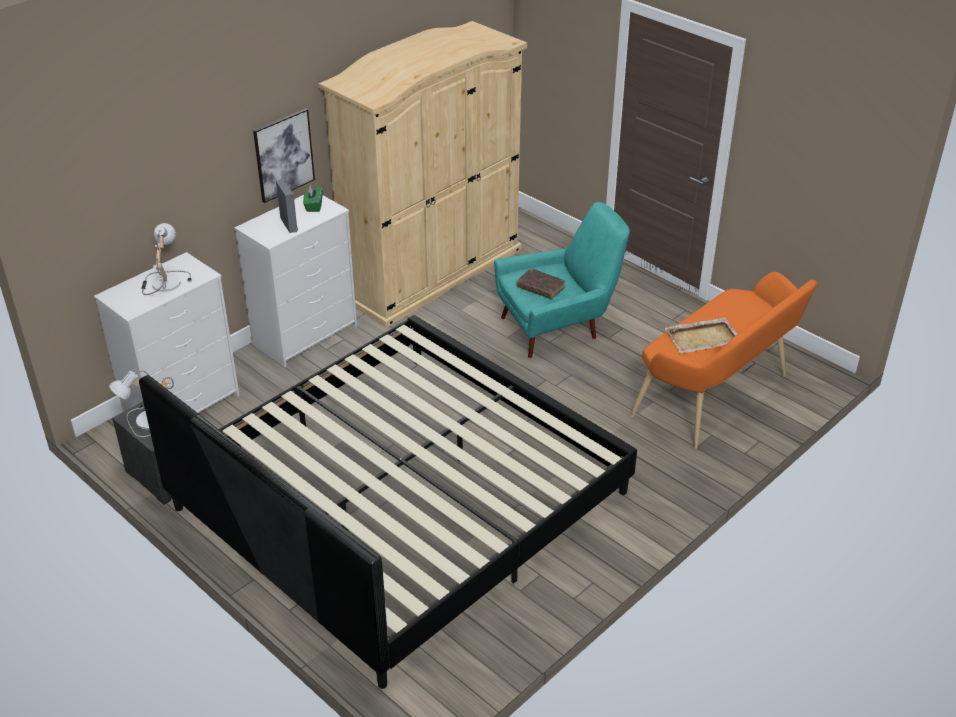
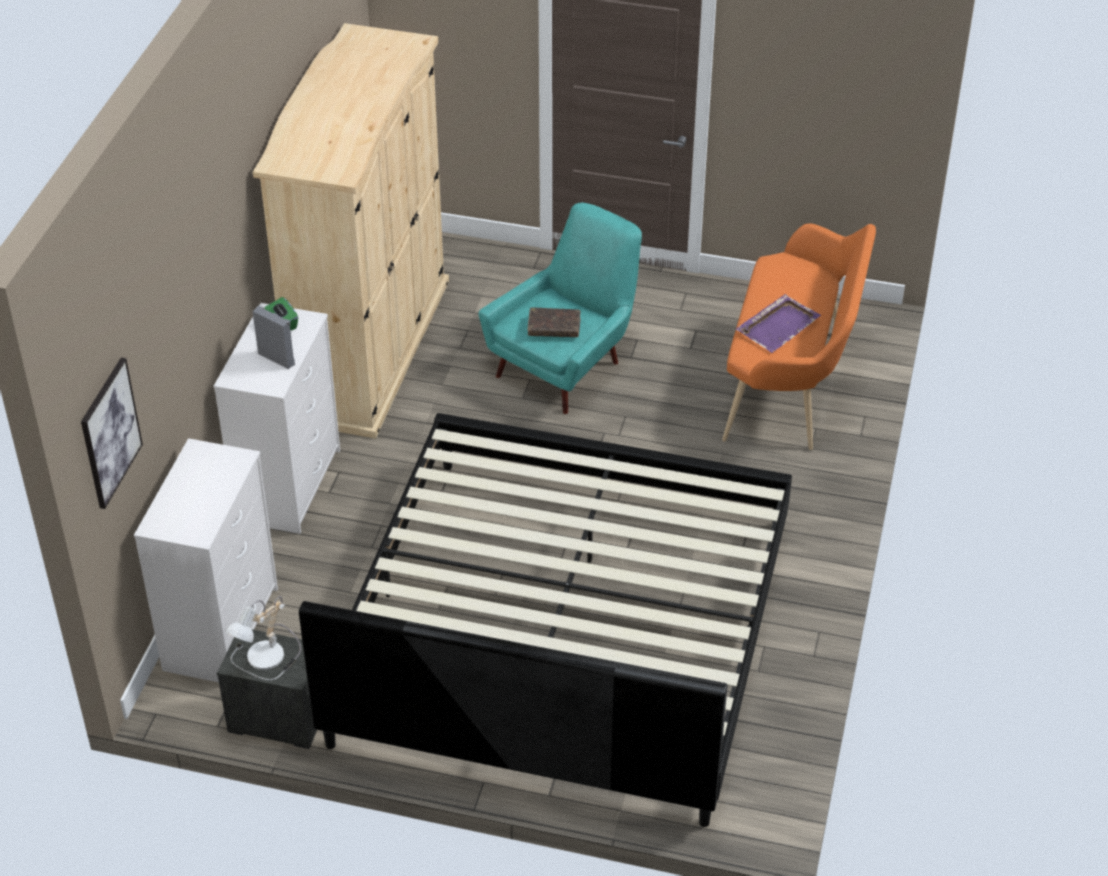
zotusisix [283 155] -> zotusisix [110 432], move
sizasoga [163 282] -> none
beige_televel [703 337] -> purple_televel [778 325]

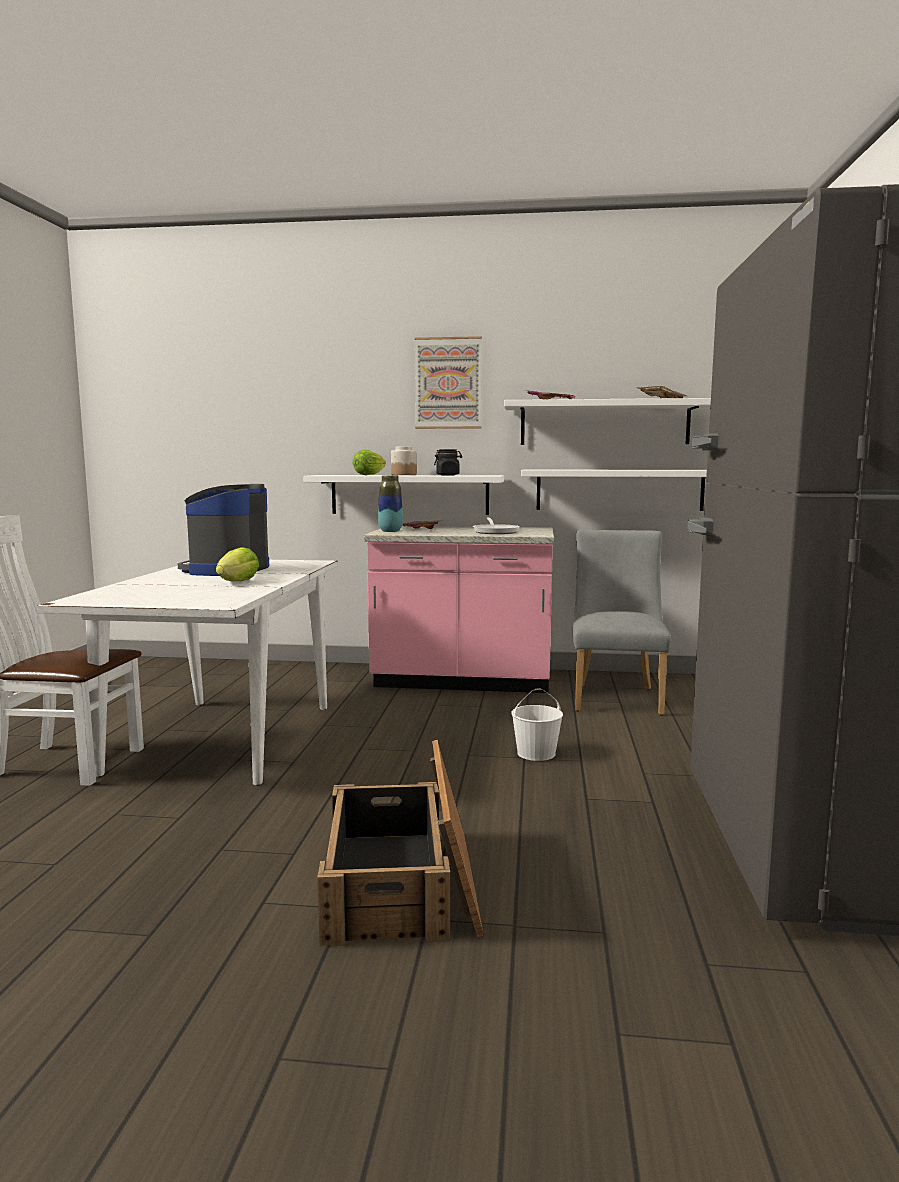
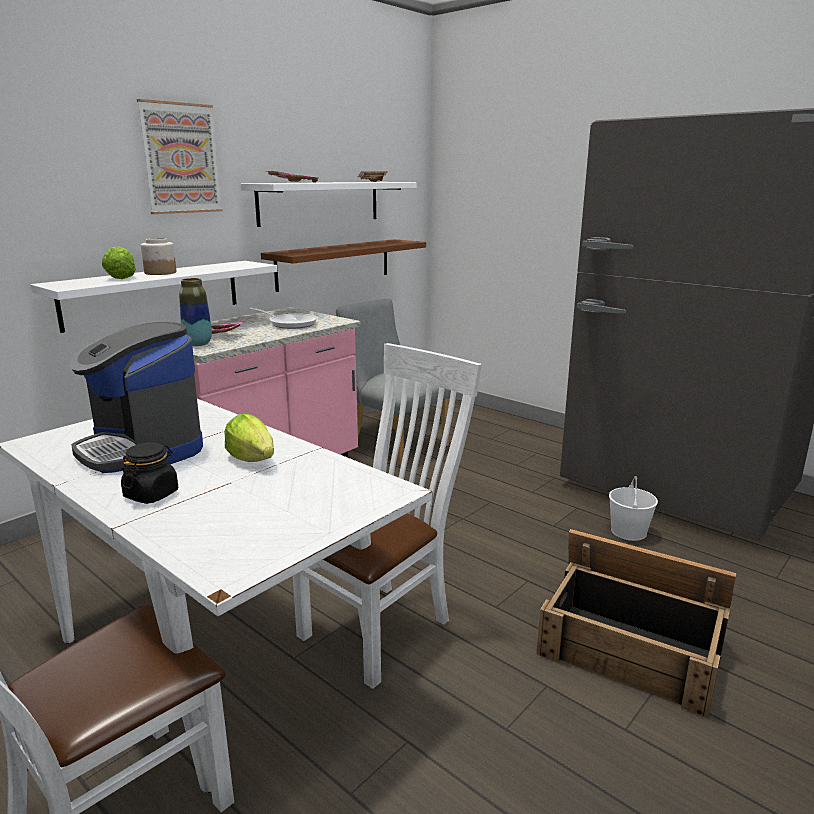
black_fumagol [448 475] -> black_fumagol [151 494], move
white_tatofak [619 489] -> brown_tatofak [334 264]
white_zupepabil [535 753] -> white_zupepabil [629 532], move
none -> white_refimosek [383 625]

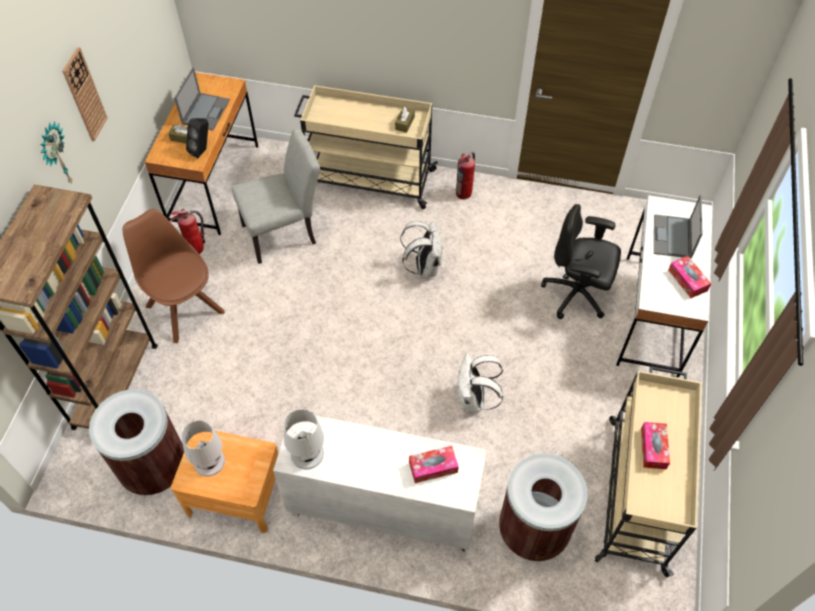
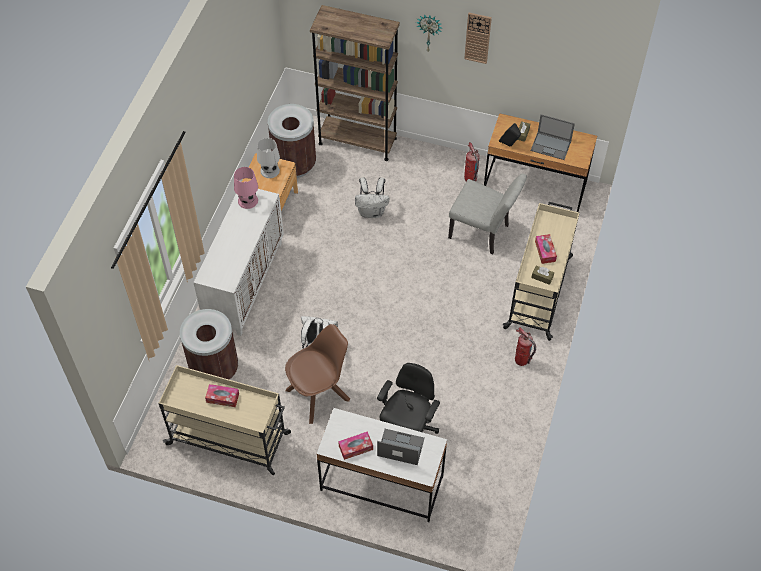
grey_refimosek [285 233] -> grey_refimosek [483 233], 45 degrees counterclockwise
brown_refimosek [184 307] -> brown_refimosek [319 394], move
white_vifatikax [424 267] -> white_vifatikax [372 211], move
white_sizasoga [307 453] -> pink_sizasoga [248 200]
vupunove [433 467] -> vupunove [545 251], move

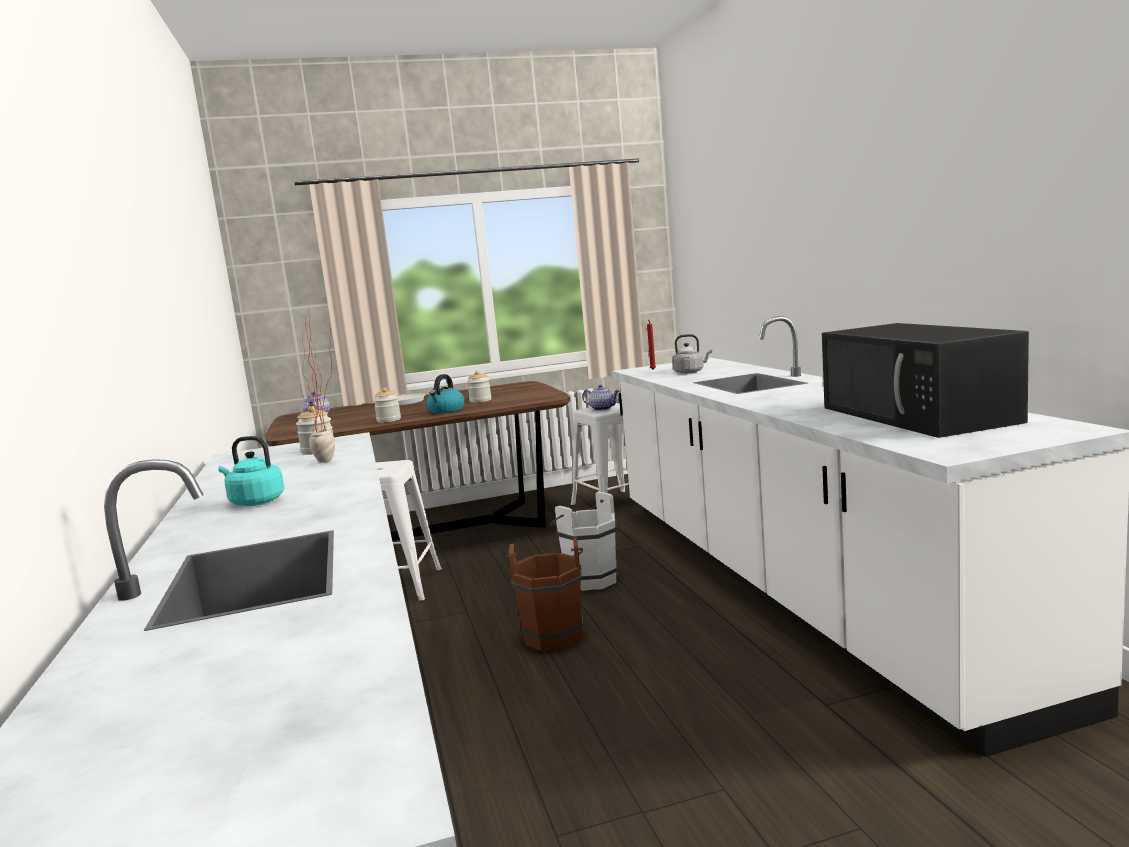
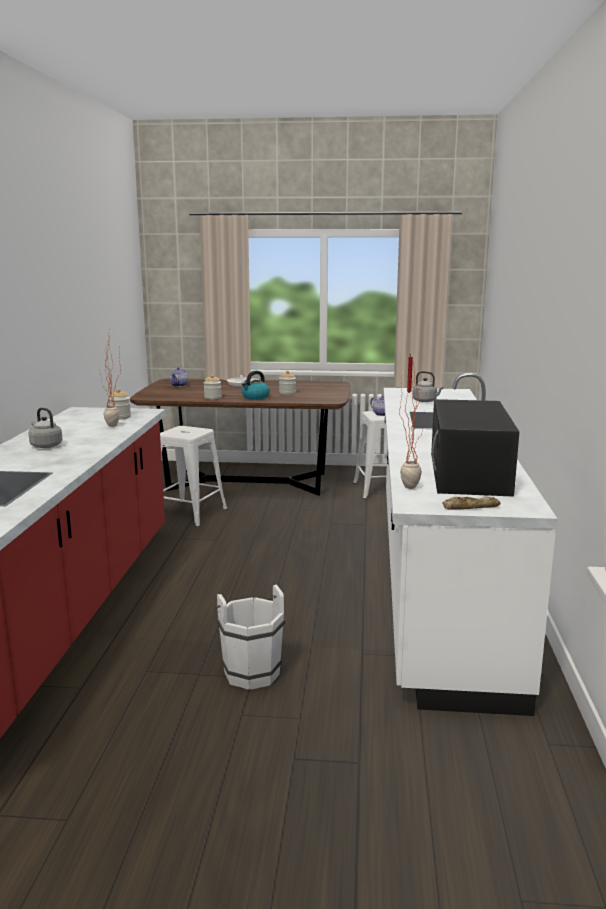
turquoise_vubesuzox [254 502] -> grey_vubesuzox [45 446]
white_zupepabil [588 579] -> white_zupepabil [250 671], move
brown_zupepabil [553 634] -> none
none -> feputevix [409 485]
none -> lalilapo [470 507]

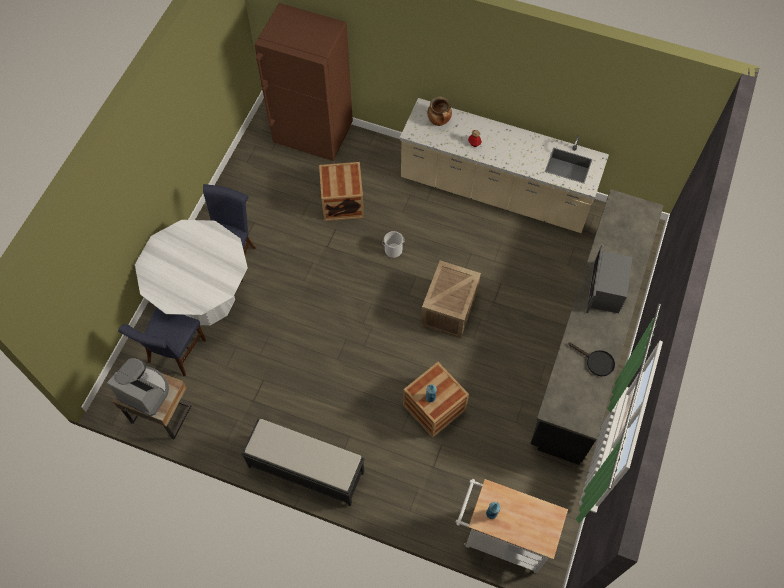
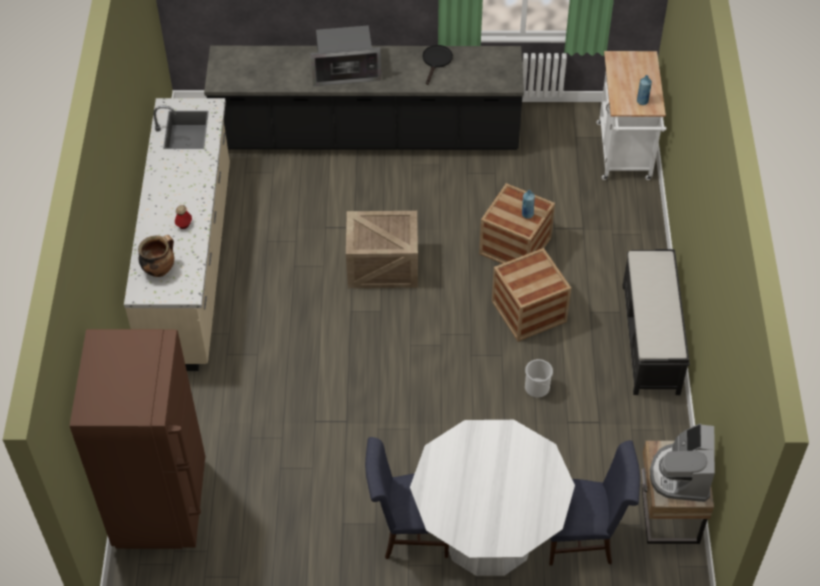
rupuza [342 202] -> rupuza [528 311], move
zupepabil [393 250] -> zupepabil [537 387], move

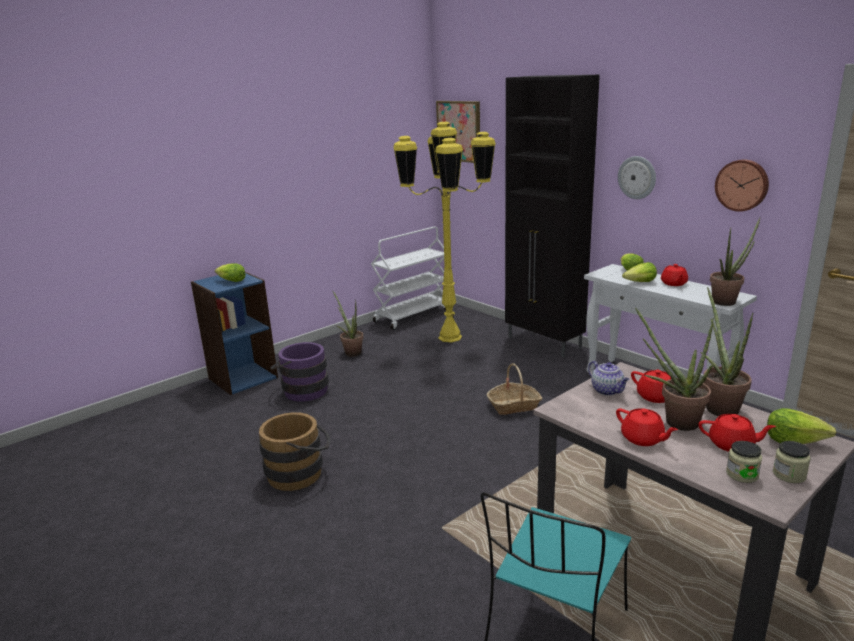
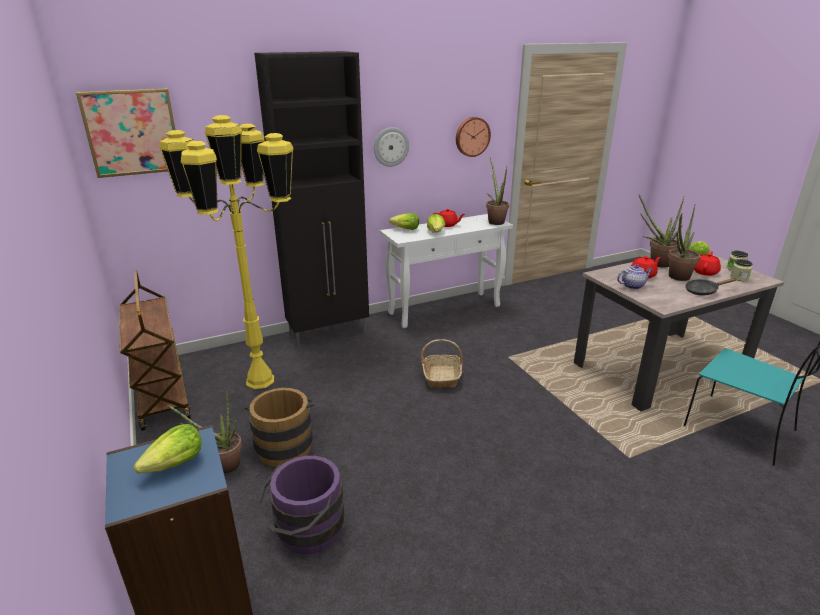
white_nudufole [412 315] -> brown_nudufole [161 395]
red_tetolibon [643 439] -> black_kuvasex [703 291]
brown_zupepabil [300 473] -> brown_zupepabil [285 445], move

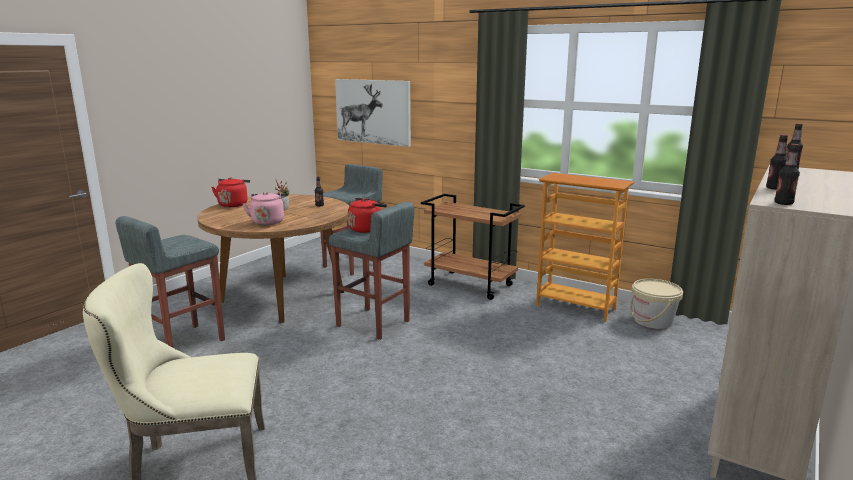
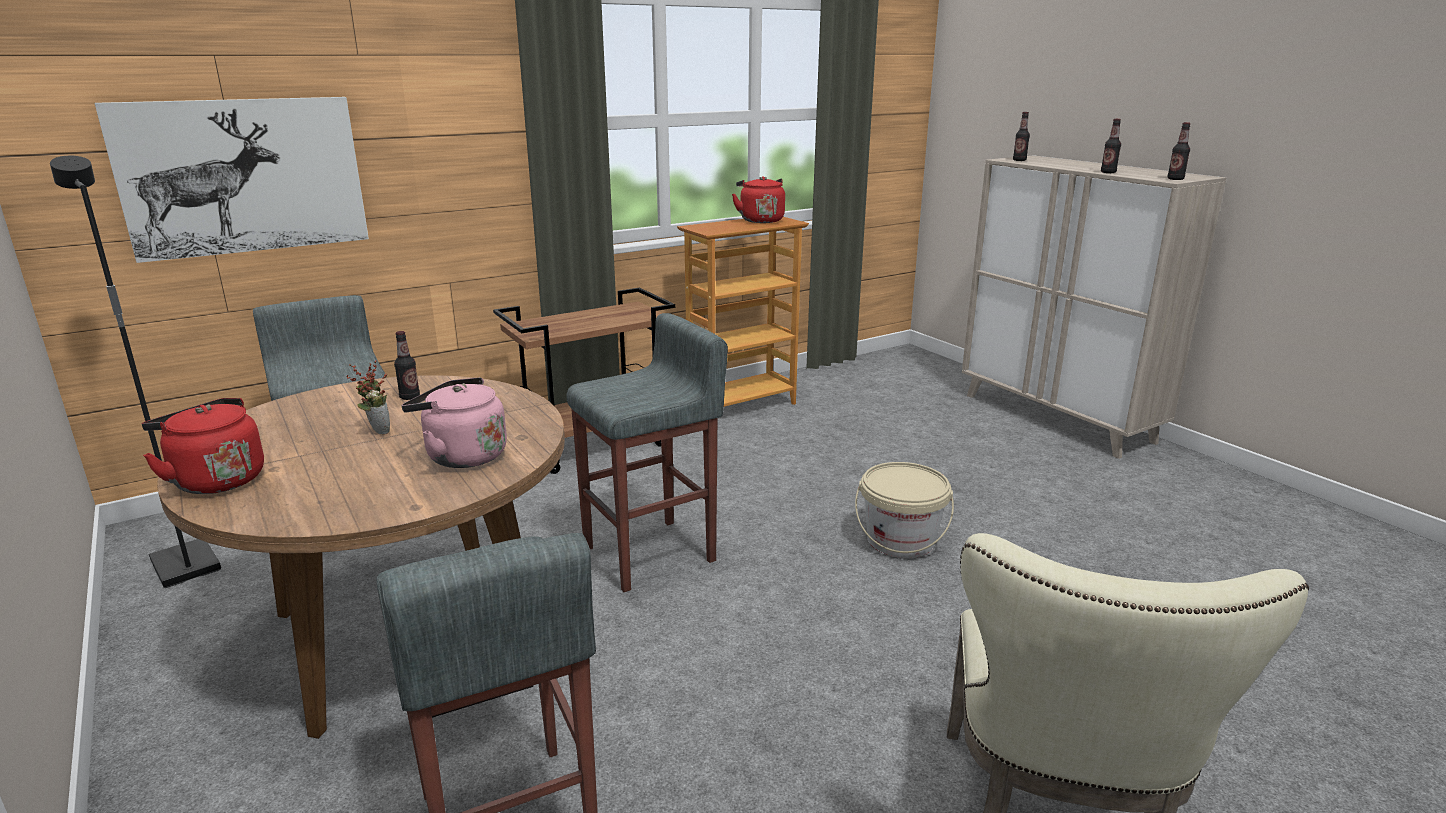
red_vubesuzox [366 229] -> red_vubesuzox [760 220], move
beige_zupepabil [653 321] -> beige_zupepabil [900 540], move
none -> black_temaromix [183 566]

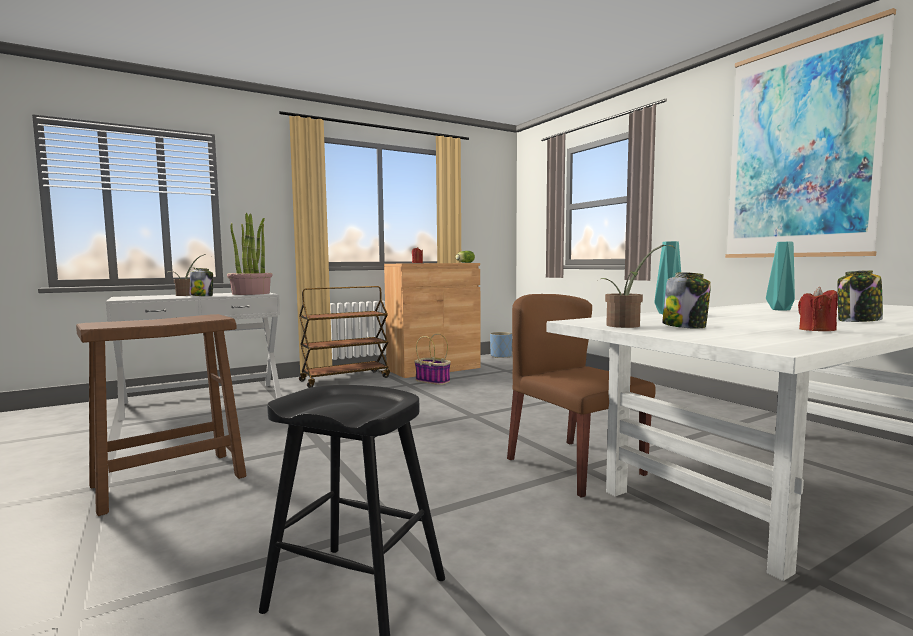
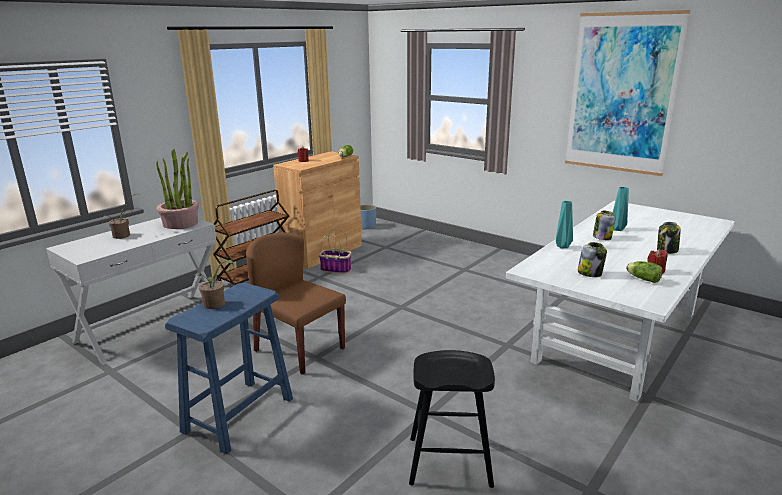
feputevix [627 326] -> feputevix [216 305], move
fumagol [202 296] -> fumagol [602 237], move
brown_refimosek [573 466] -> brown_refimosek [299 349], move
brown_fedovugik [168 481] -> blue_fedovugik [238 415]
none -> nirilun [642 278]

